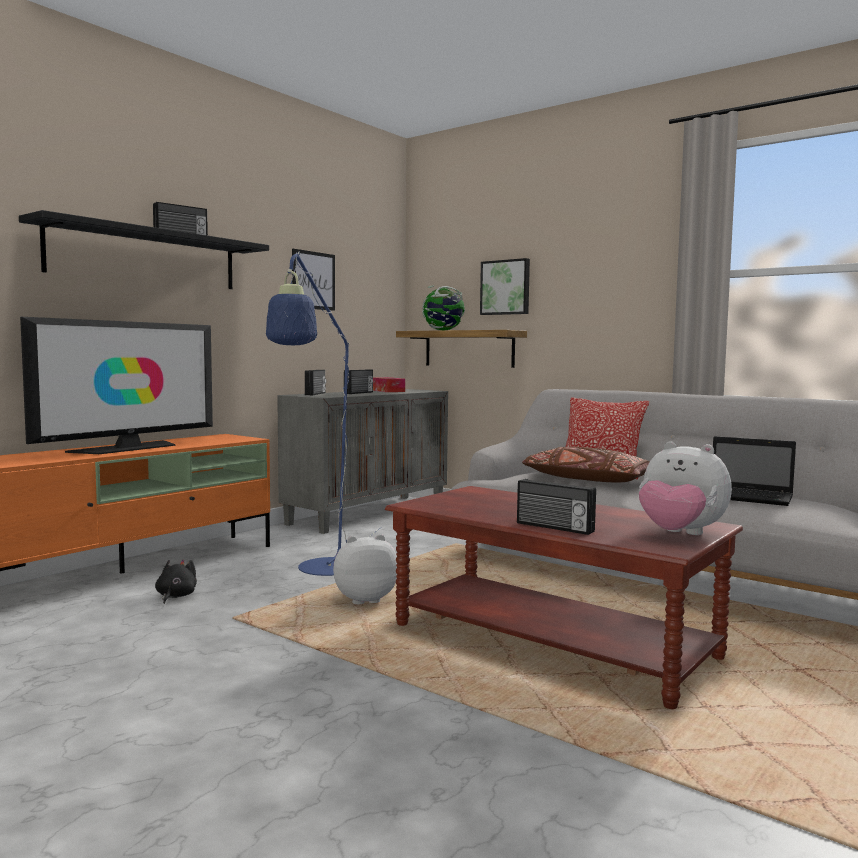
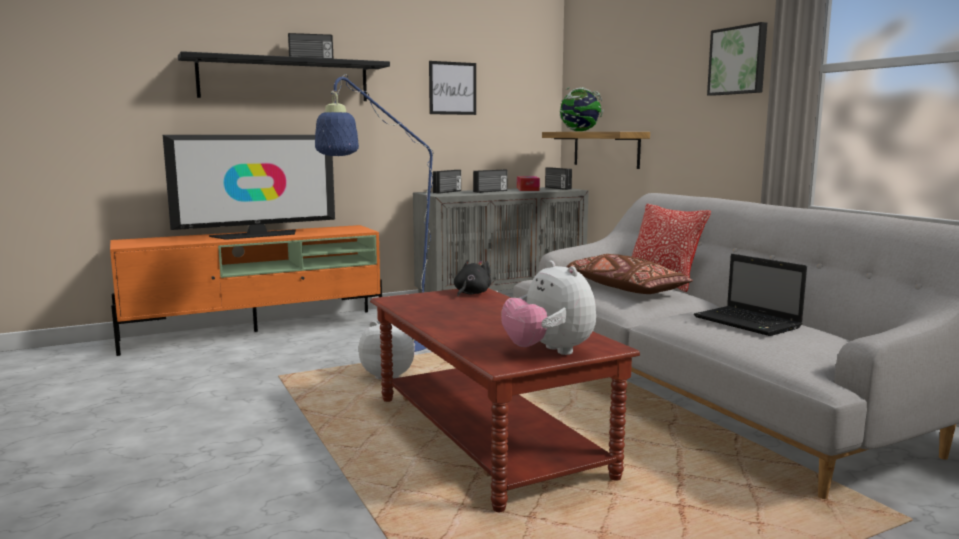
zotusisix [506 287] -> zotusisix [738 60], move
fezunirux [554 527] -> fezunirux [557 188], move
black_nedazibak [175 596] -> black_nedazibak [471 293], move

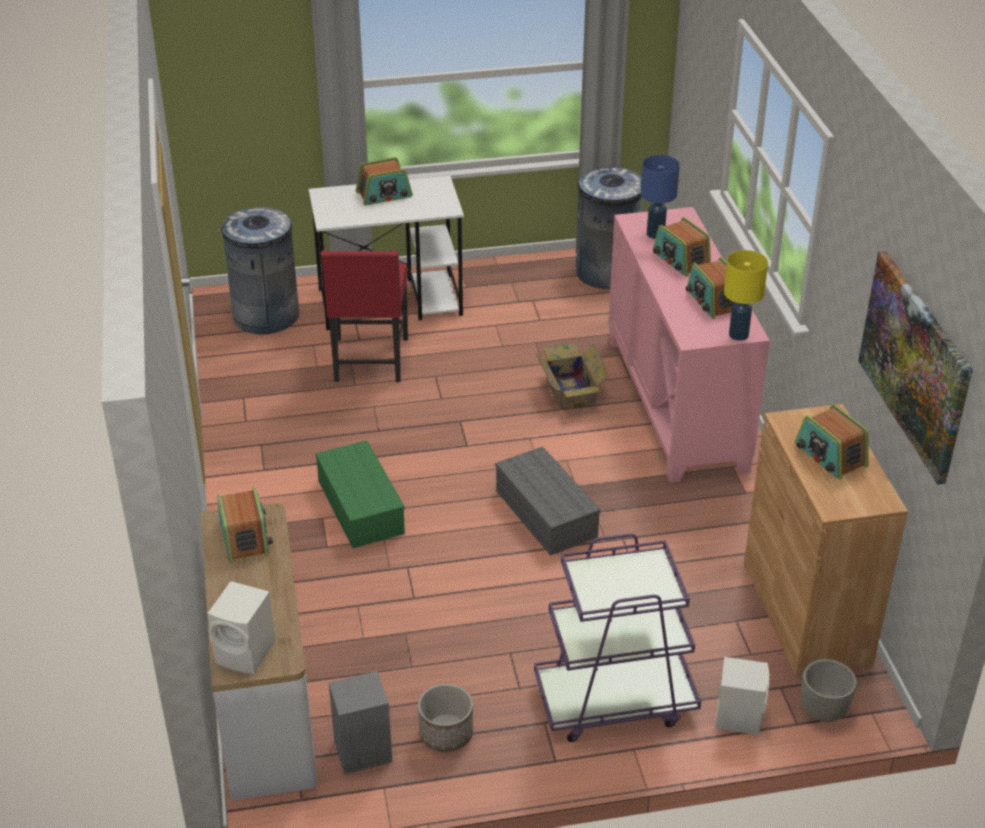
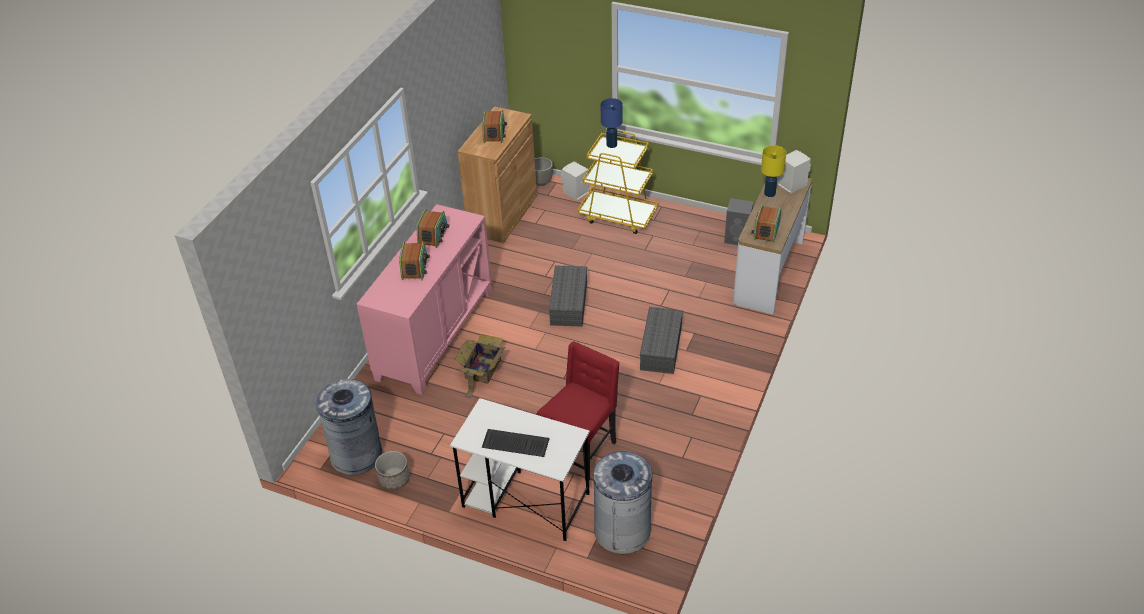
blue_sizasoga [655 234] -> blue_sizasoga [612 145], move
fezunirux [384 195] -> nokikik [514 444]
yellow_sizasoga [738 335] -> yellow_sizasoga [770 193], move
zotusisix [914 364] -> none
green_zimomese [359 506] -> grey_zimomese [661 348]
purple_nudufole [614 701] -> yellow_nudufole [618 216]
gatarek [446 734] -> gatarek [394 479], move

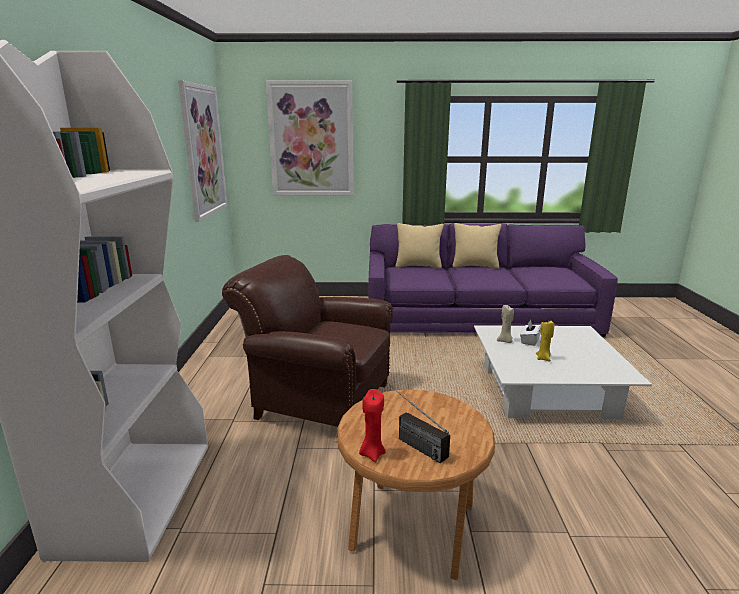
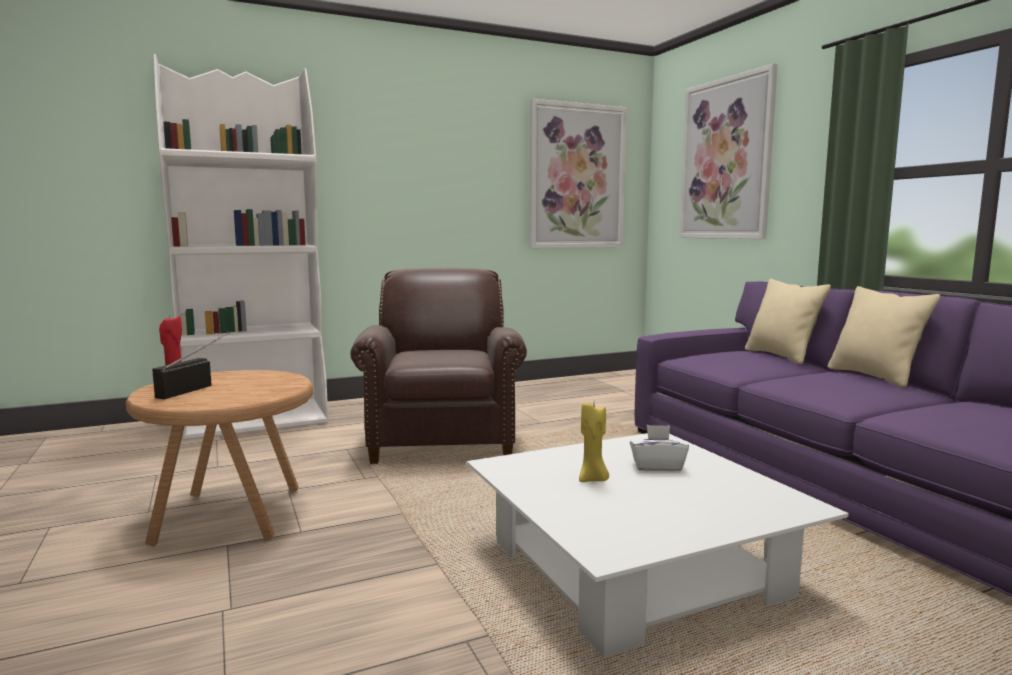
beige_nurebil [505 341] -> none

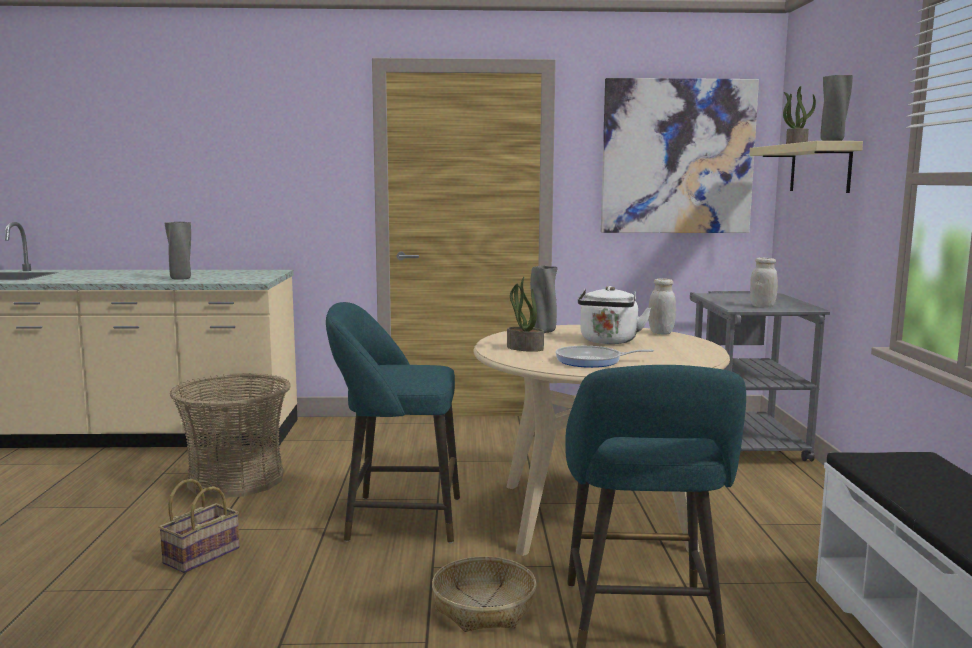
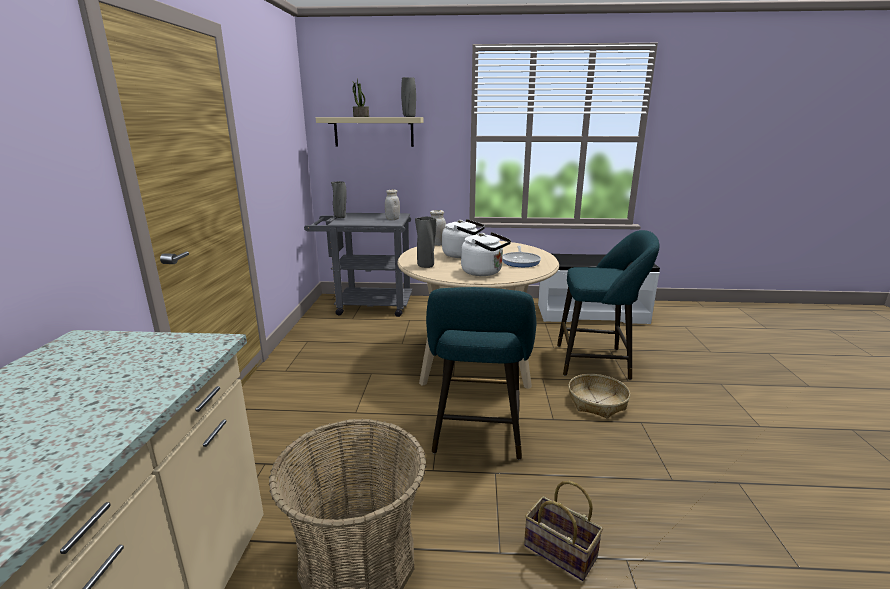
zotusisix [677 157] -> none
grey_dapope [181 278] -> grey_dapope [340 217], move
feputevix [524 348] -> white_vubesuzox [484 272]

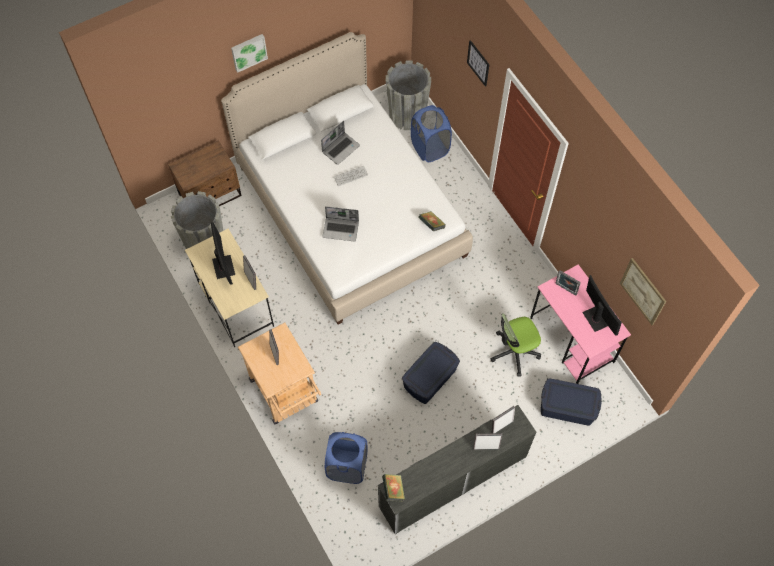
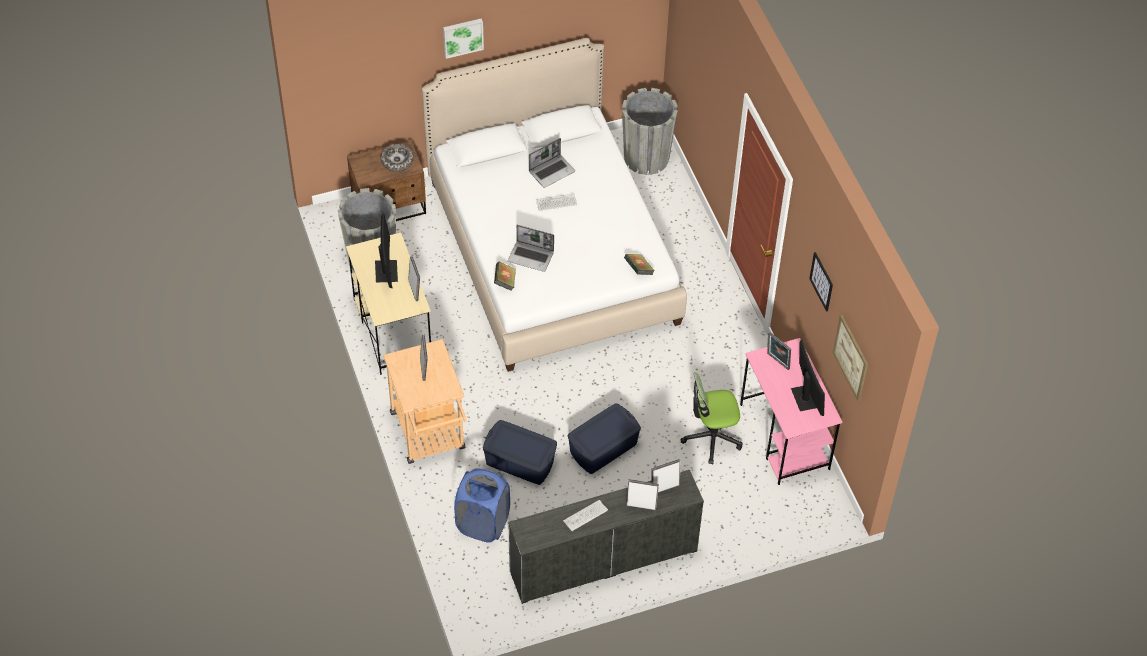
zotusisix [478 63] -> zotusisix [821 281], move
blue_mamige [430 148] -> none
blue_zimomese [567 407] -> blue_zimomese [520 462], move
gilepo [393 490] -> gilepo [505 282], move
none -> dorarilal [397 161]
none -> nokikik [585 515]

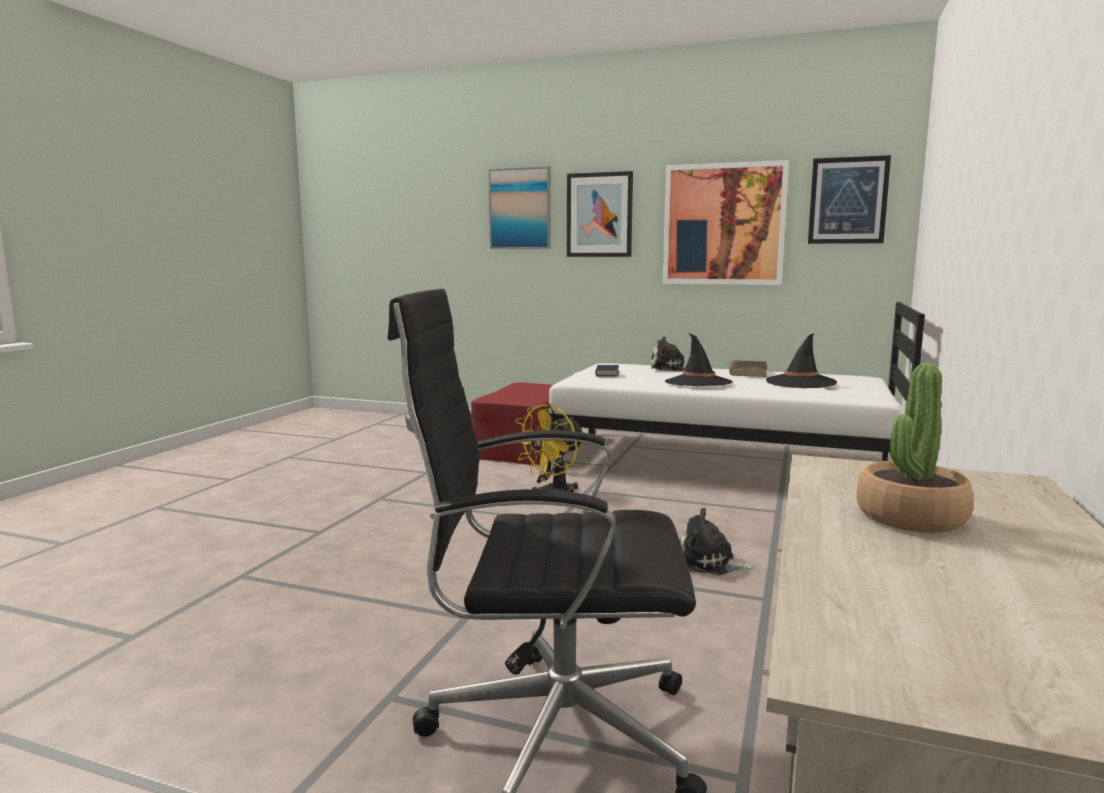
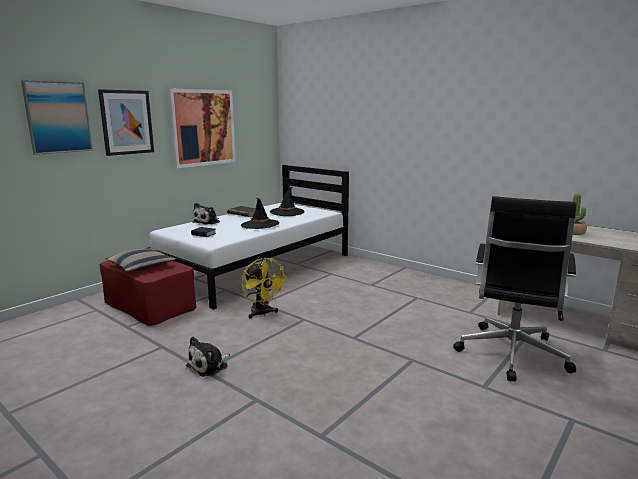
zotusisix [848 200] -> none
nedazibak [709 563] -> nedazibak [209 366], move
none -> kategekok [141 266]

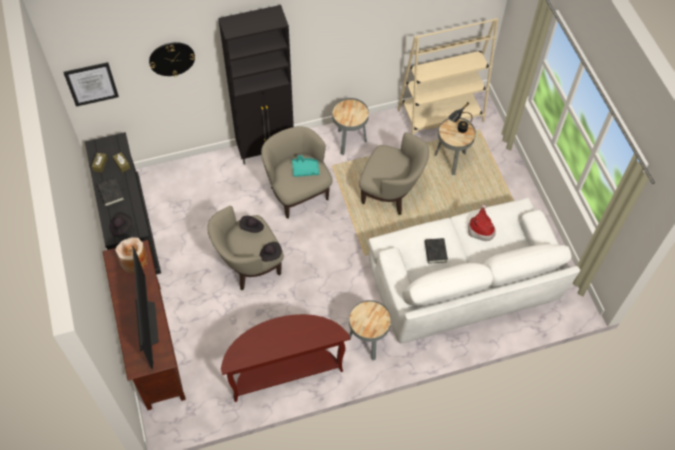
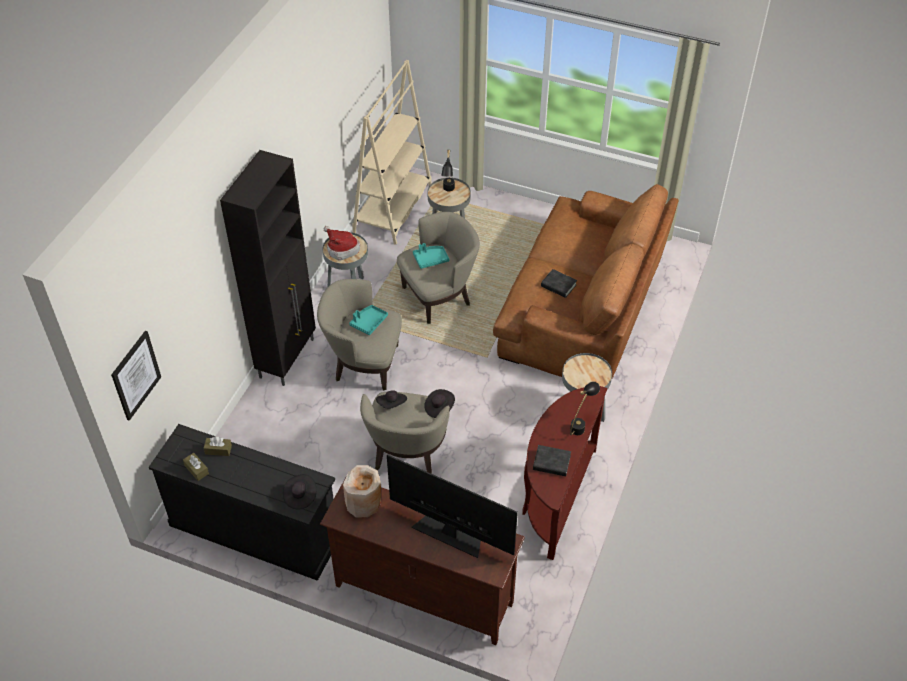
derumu [172 58] -> none
black_gilepo [111 194] -> black_gilepo [551 463], move
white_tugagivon [463 282] -> brown_tugagivon [583 306]
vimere [480 228] -> vimere [341 249], move
none -> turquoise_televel [430 259]
none -> black_sizasoga [581 424]

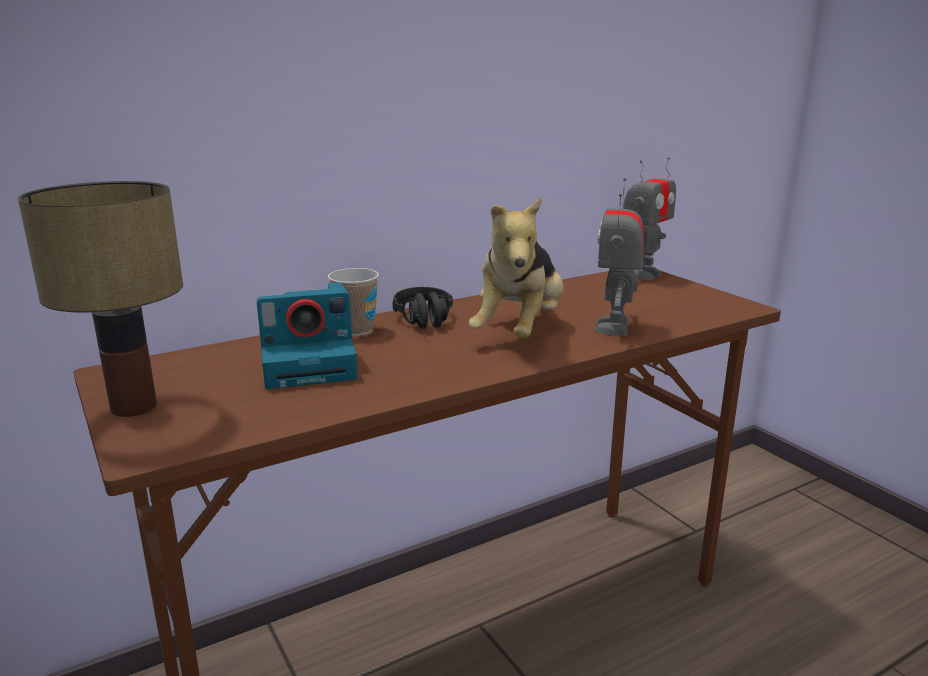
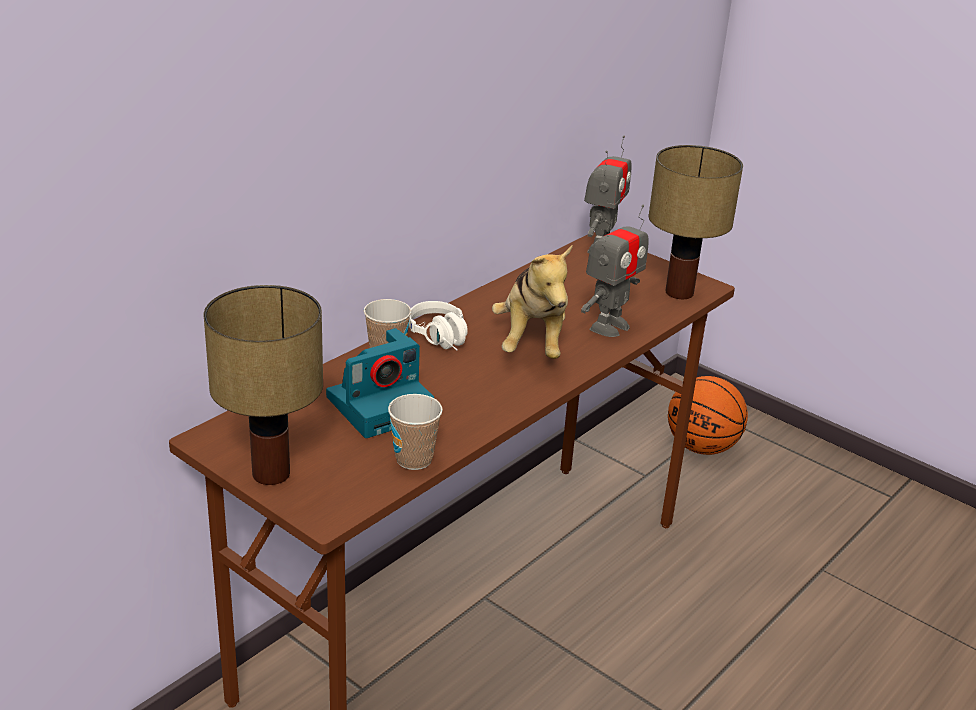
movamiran [614 327] -> movamiran [609 326], 135 degrees counterclockwise
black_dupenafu [426 323] -> white_dupenafu [443 340]
none -> sizasoga [681 293]
none -> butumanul [701 447]
none -> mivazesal [414 459]

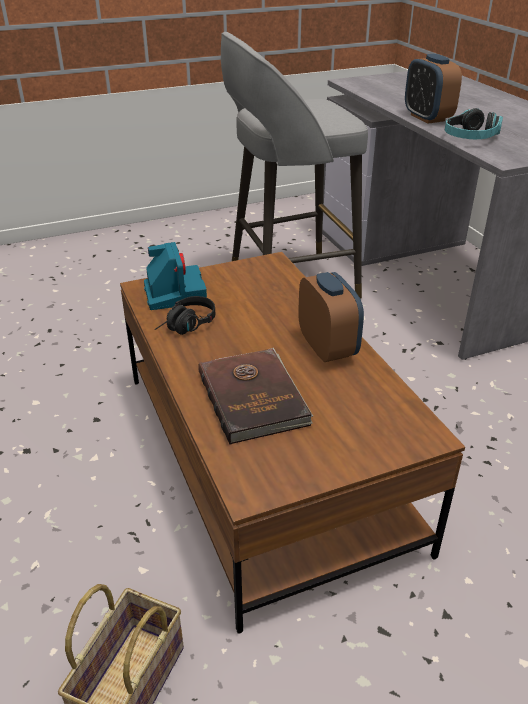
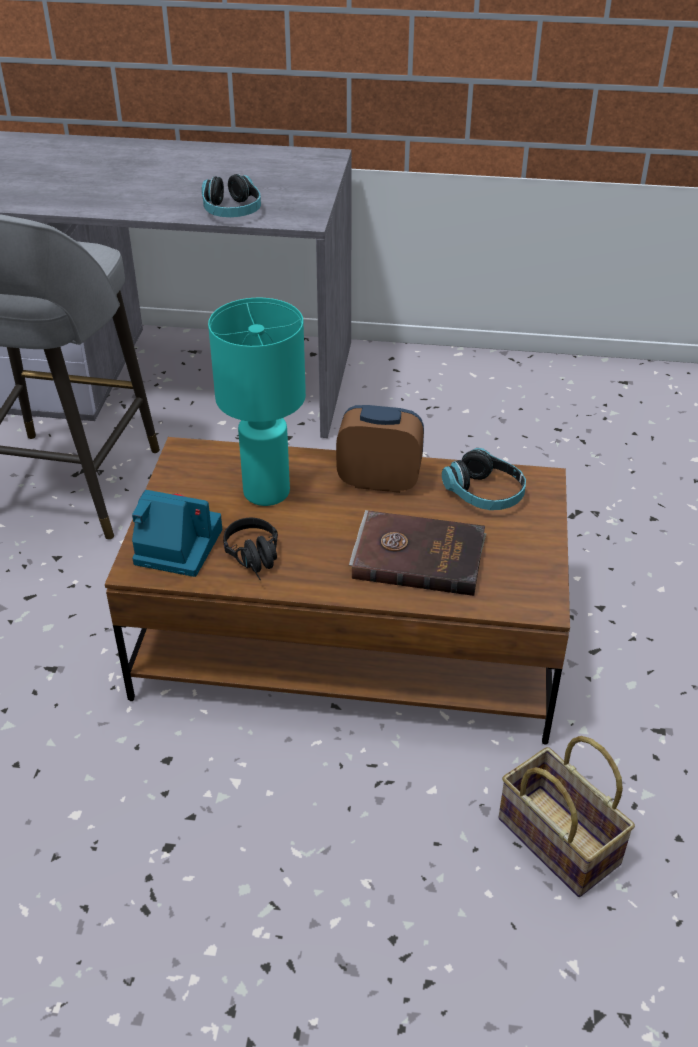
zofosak [427 118] -> none
none -> turquoise_sizasoga [267 491]
none -> dupenafu [484 493]

